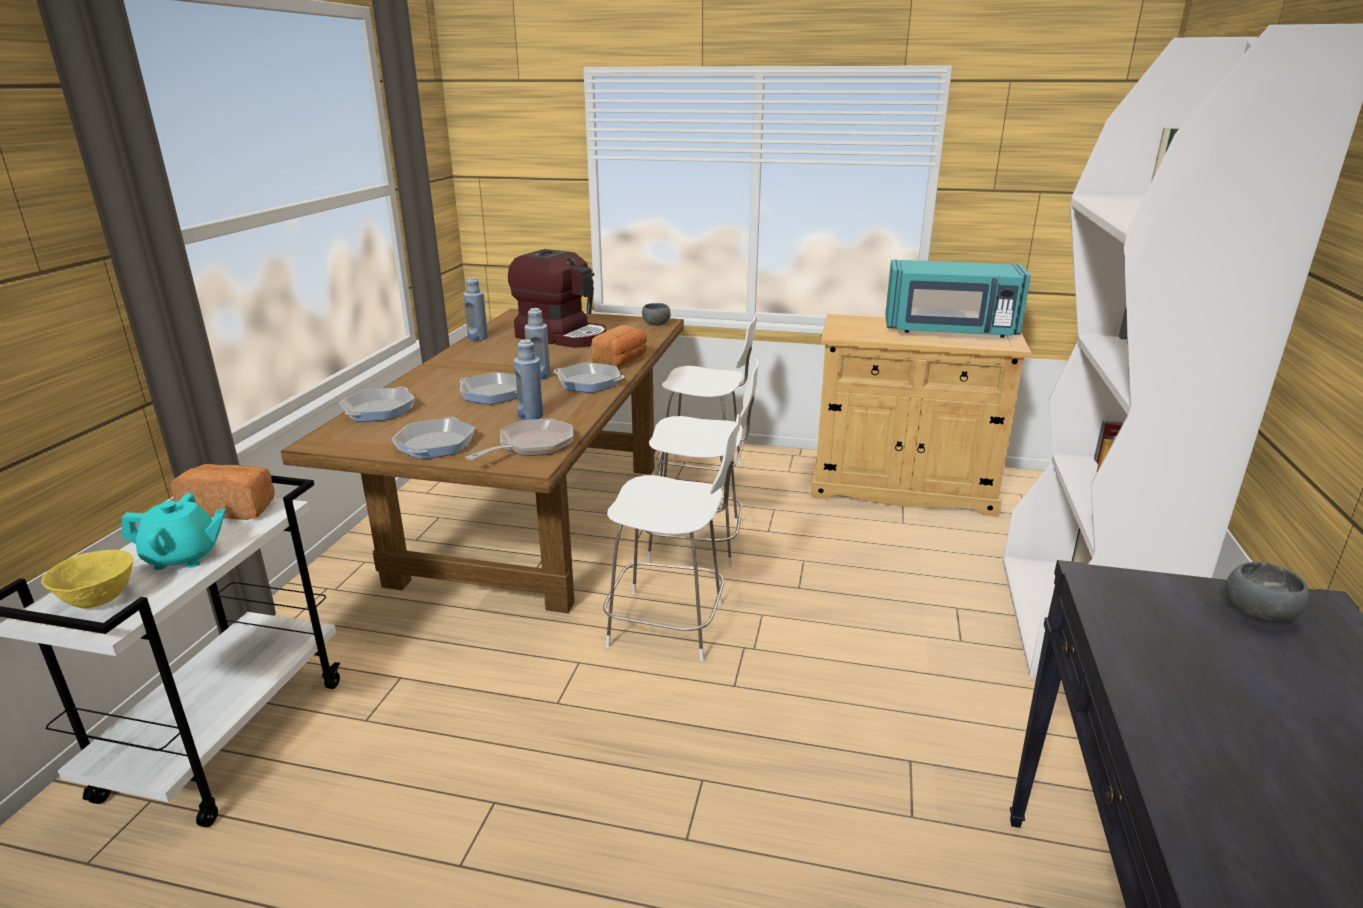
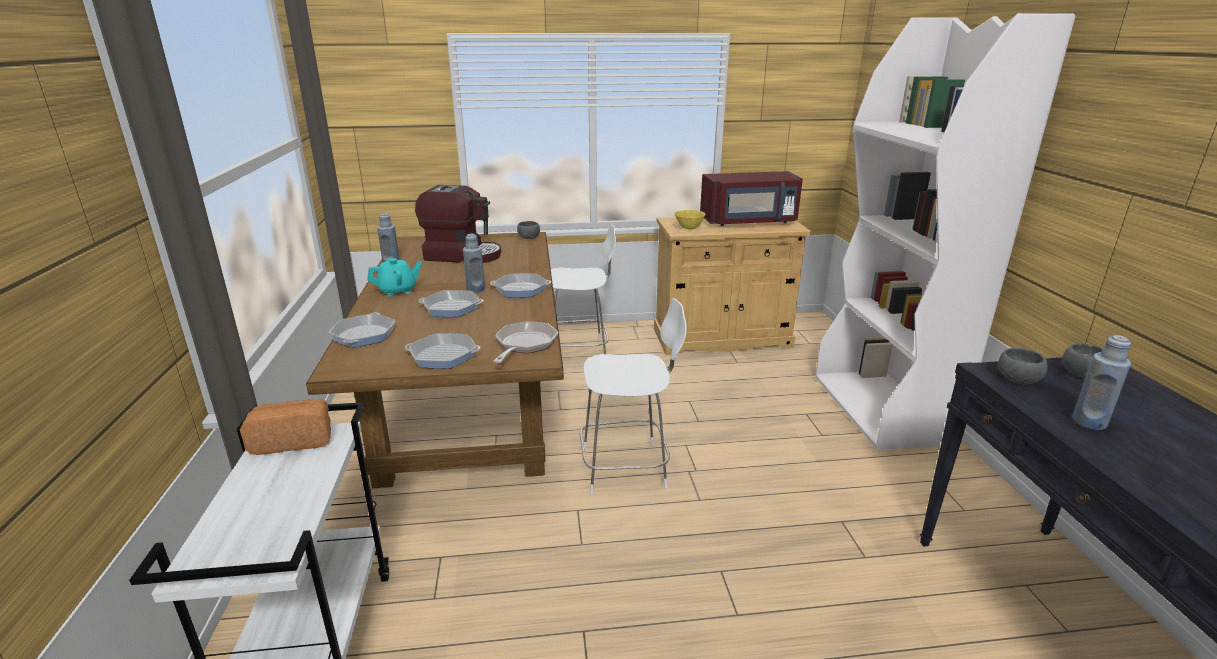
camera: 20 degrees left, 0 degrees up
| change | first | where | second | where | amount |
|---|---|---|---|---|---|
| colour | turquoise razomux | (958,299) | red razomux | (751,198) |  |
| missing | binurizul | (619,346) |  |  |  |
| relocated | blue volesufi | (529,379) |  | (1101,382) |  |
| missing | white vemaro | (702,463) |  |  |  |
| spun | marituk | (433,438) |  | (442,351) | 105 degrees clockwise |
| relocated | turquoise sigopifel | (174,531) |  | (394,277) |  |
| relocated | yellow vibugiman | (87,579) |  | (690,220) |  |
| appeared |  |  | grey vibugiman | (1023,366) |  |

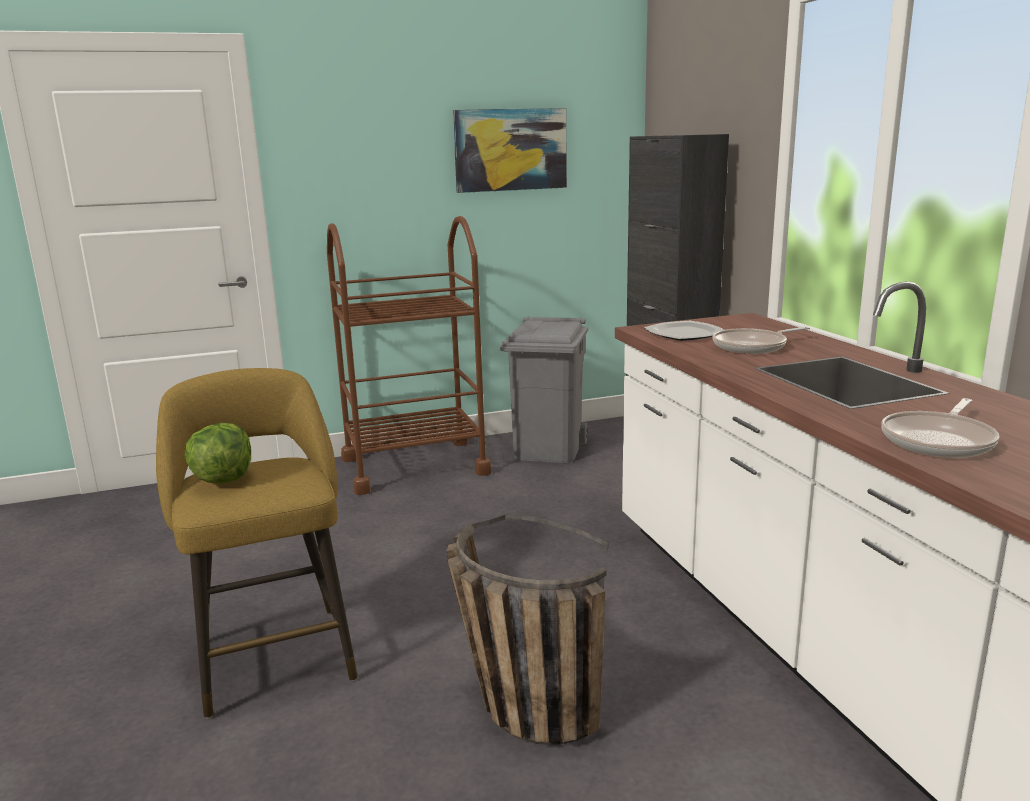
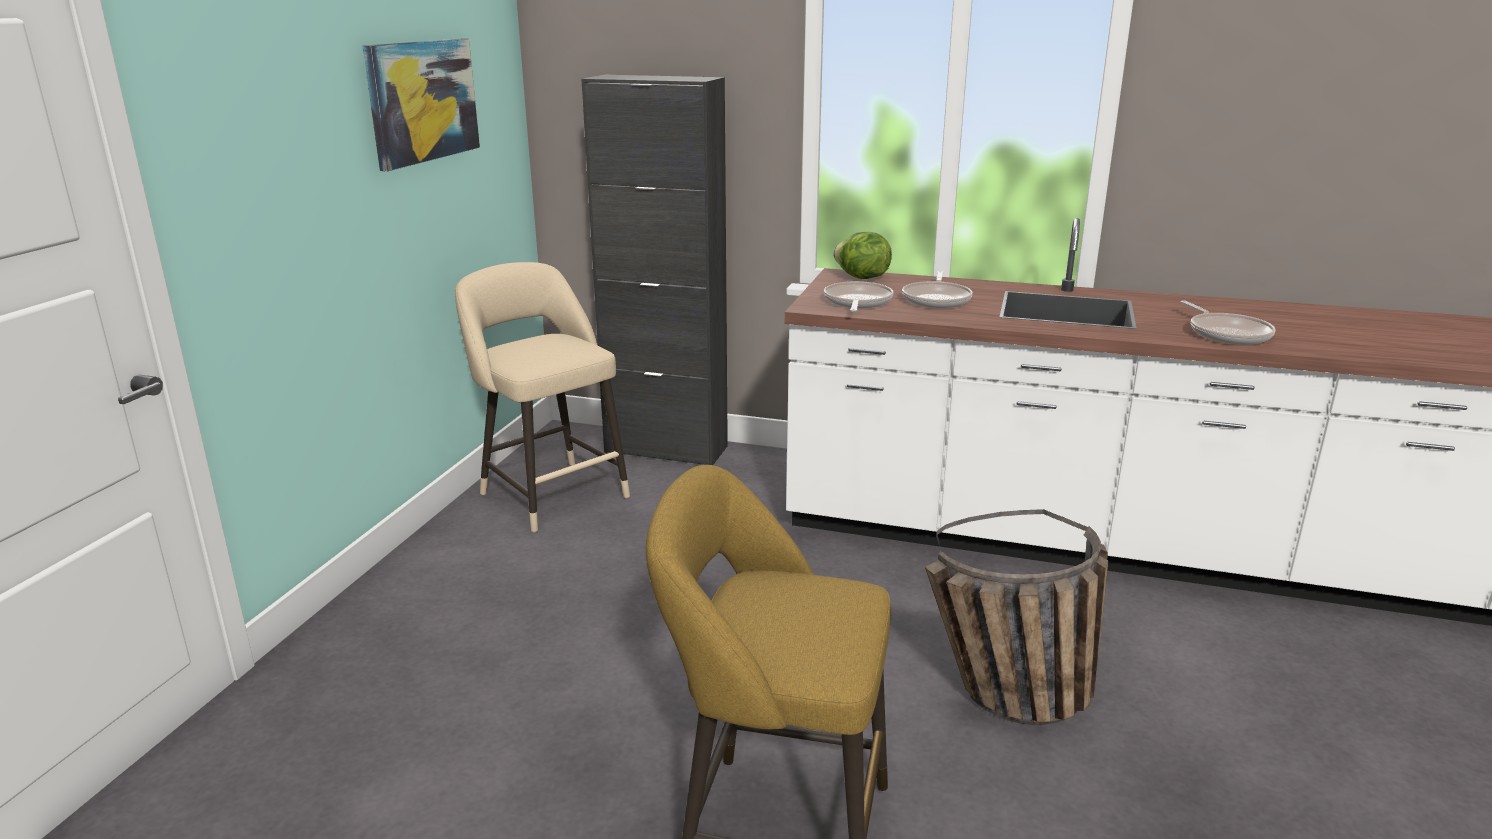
camera: 55 degrees left, 5 degrees up
| change | first | where | second | where | amount |
|---|---|---|---|---|---|
| missing | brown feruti | (409,355) |  |  |  |
| exchanged | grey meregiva | (544,389) | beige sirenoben | (542,397) |  |
| exchanged | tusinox | (684,331) | marituk | (859,296) |  |
| relocated | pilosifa | (217,453) |  | (862,255) |  |

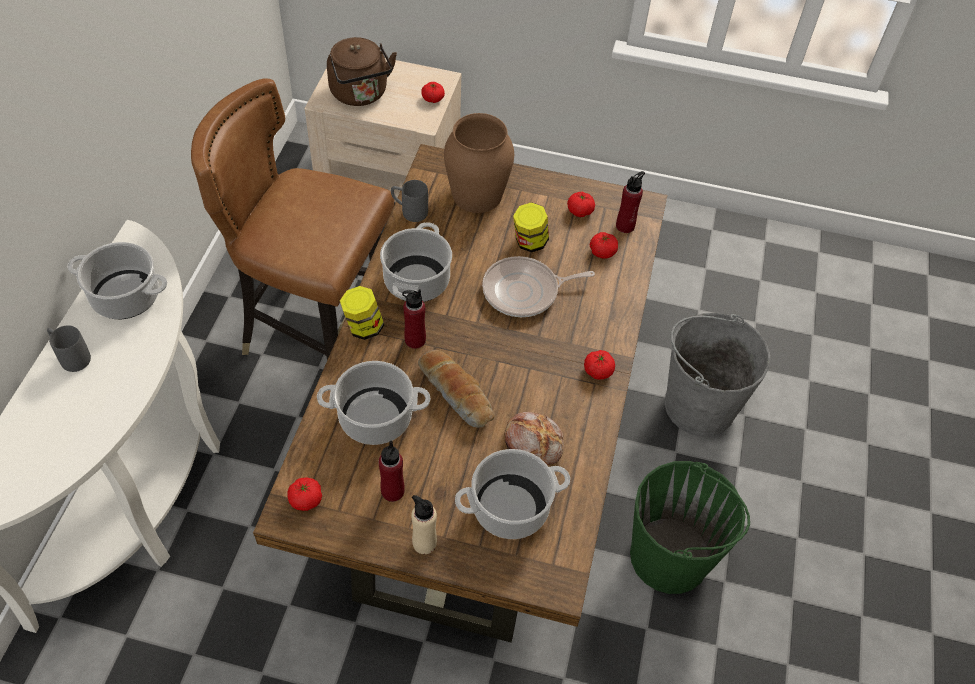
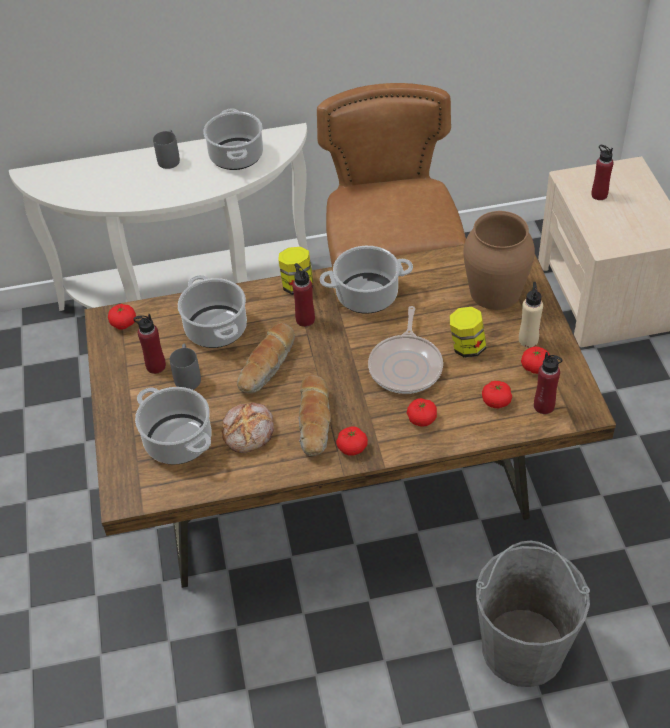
camera: 70 degrees right, 5 degrees down
| change | first | where | second | where | amount |
|---|---|---|---|---|---|
| exchanged | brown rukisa | (362,71) | red volesufi | (602,172) |  |
| relocated | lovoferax | (433,92) |  | (422,412) |  |
| relocated | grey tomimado | (409,201) |  | (185,367) |  |
| spun | marituk | (538,286) |  | (405,350) | 135 degrees counterclockwise |
| missing | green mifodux | (690,527) |  |  |  |
| relocated | beige volesufi | (424,524) |  | (531,314) |  |
| appeared |  |  | binurizul | (315,415) |  |

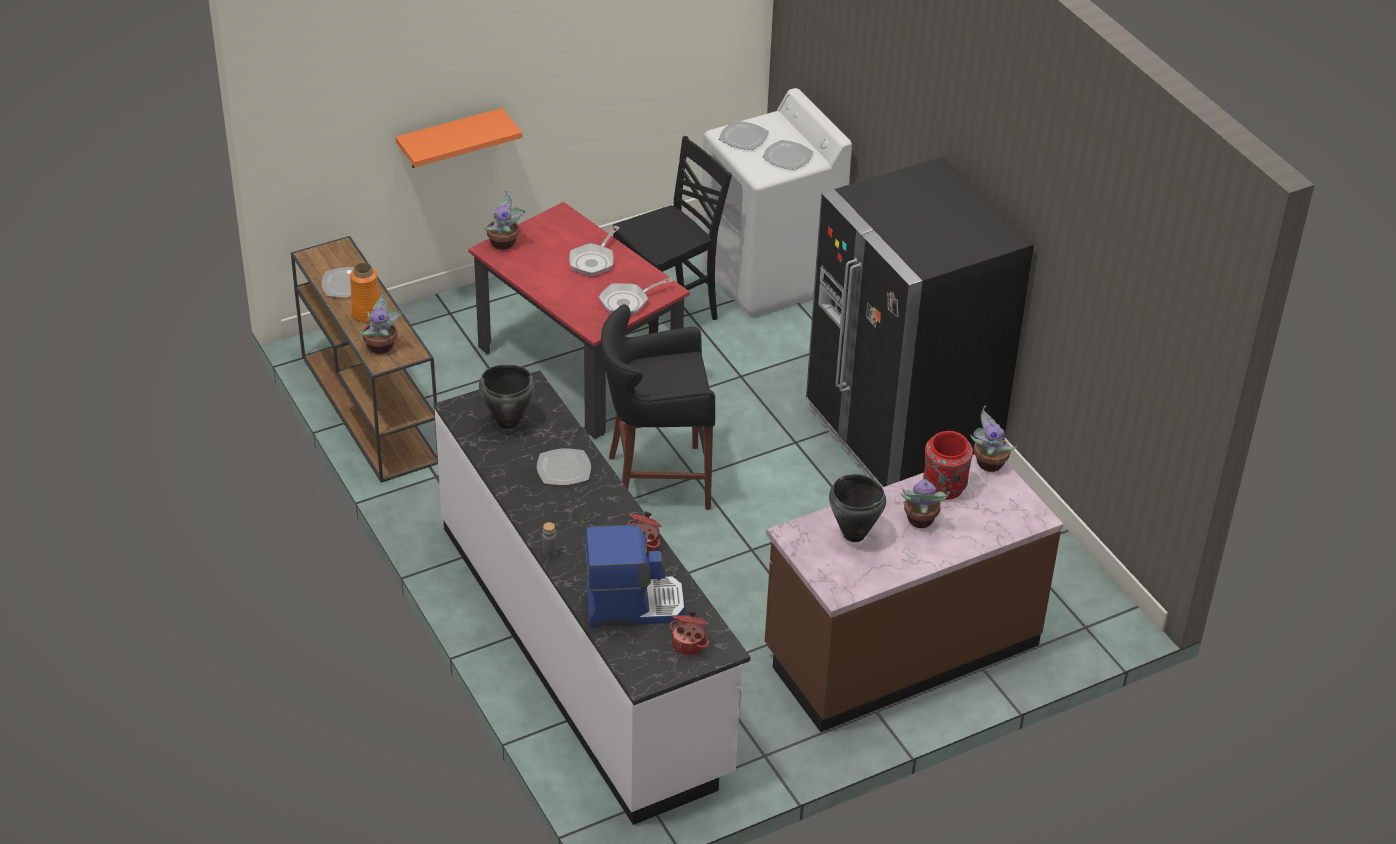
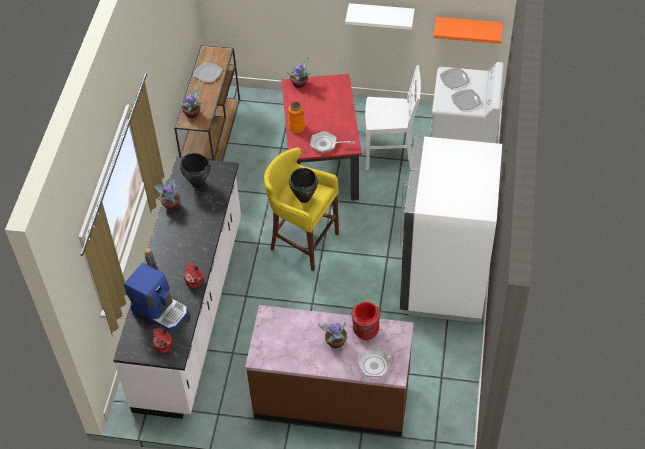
camera: 40 degrees right, 10 degrees up
| change | first | where | second | where | amount |
|---|---|---|---|---|---|
| relocated | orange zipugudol | (458,138) |  | (468,30) |  |
| colour | black vemaro | (672,235) | white vemaro | (393,118) |  |
| colour | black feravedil | (920,322) | white feravedil | (451,229) |  |
| relocated | marituk | (594,251) |  | (382,361) |  |
| relocated | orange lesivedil | (365,292) |  | (296,117) |  |
| colour | black sirenoben | (658,407) | yellow sirenoben | (301,209) |  |
| relocated | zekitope | (993,439) |  | (166,192) |  |
| missing | tusinox | (564,466) |  |  |  |
| relocated | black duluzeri | (857,508) |  | (303,185) |  |
| appeared |  |  | white zipugudol | (380,16) |  |

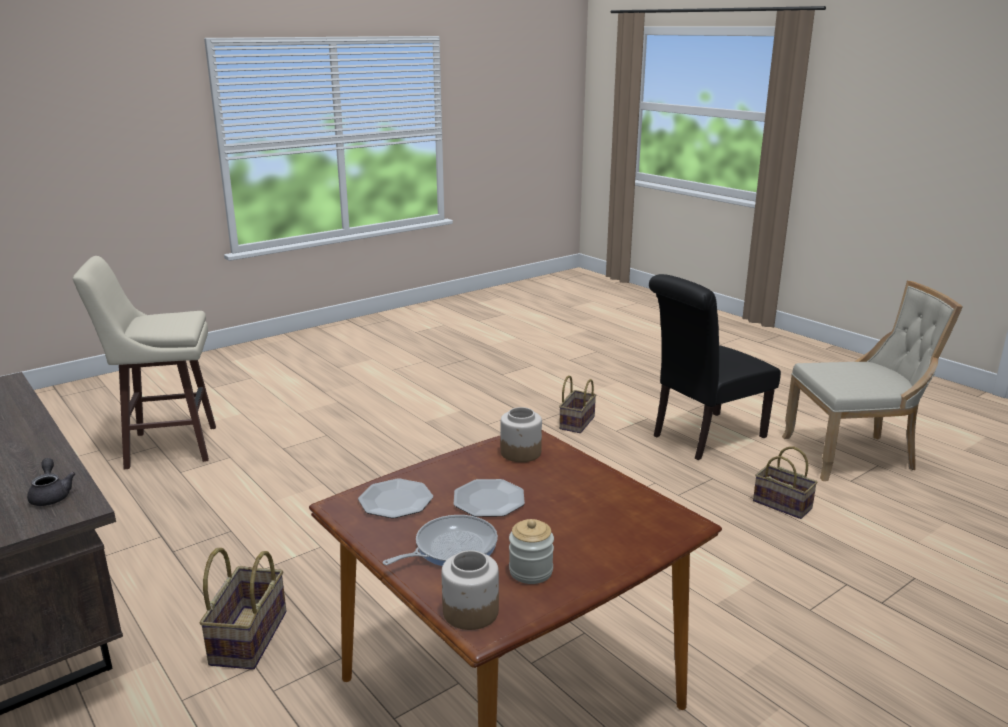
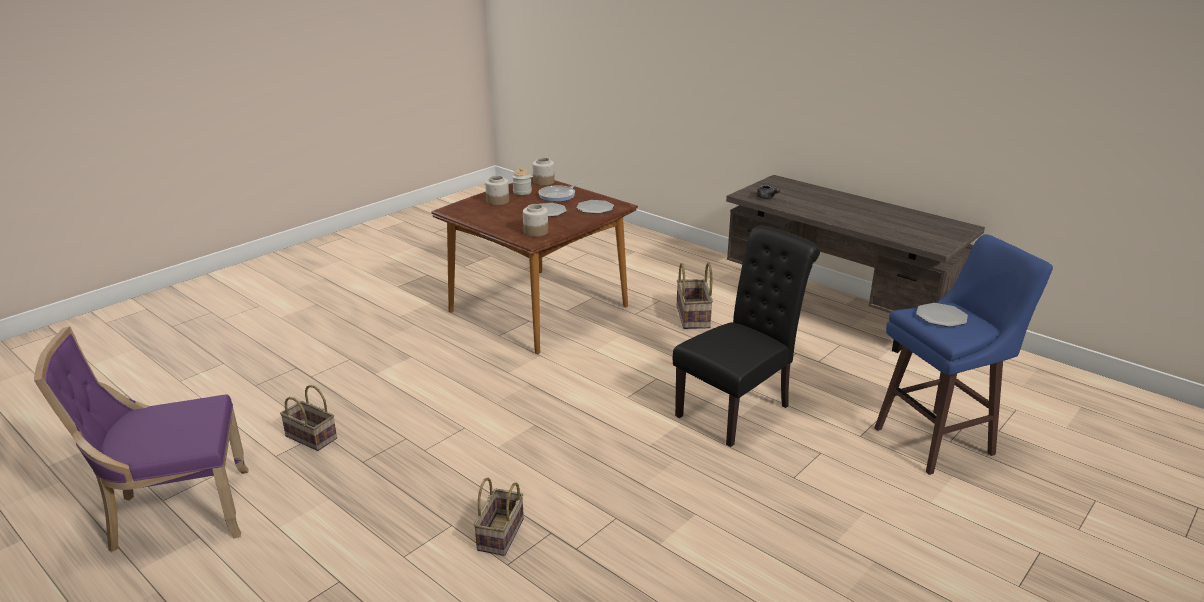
camera: 170 degrees right, 5 degrees up
| change | first | where | second | where | amount |
|---|---|---|---|---|---|
| colour | beige sirenoben | (144,362) | blue sirenoben | (963,354) |  |
| relocated | black vemaro | (715,367) |  | (746,336) |  |
| colour | beige vemaro | (872,381) | purple vemaro | (141,439) |  |
| appeared |  |  | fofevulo | (497,190) |  |
| appeared |  |  | tusinox | (942,315) |  |

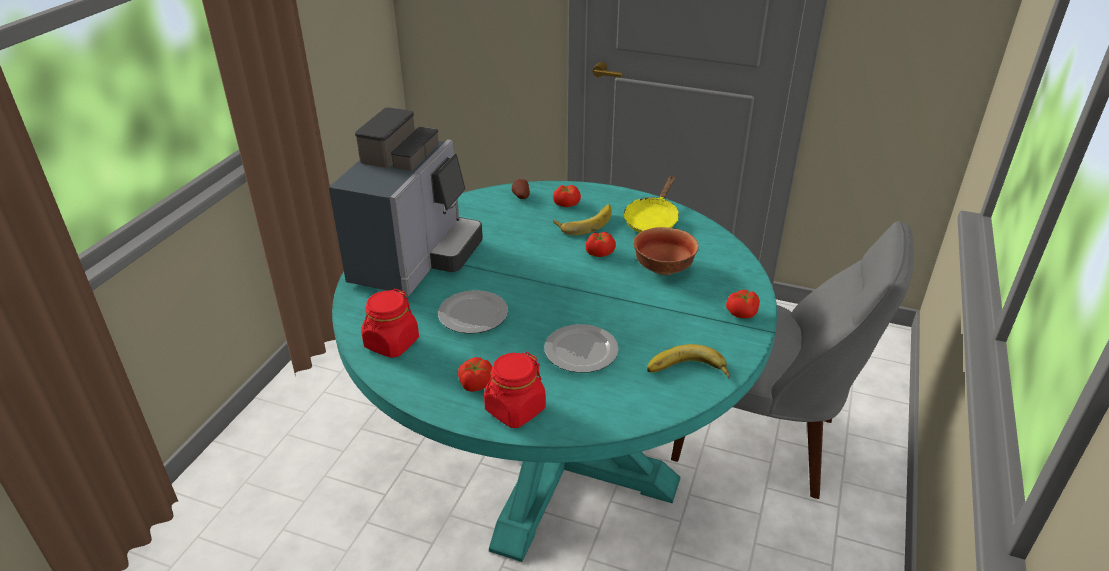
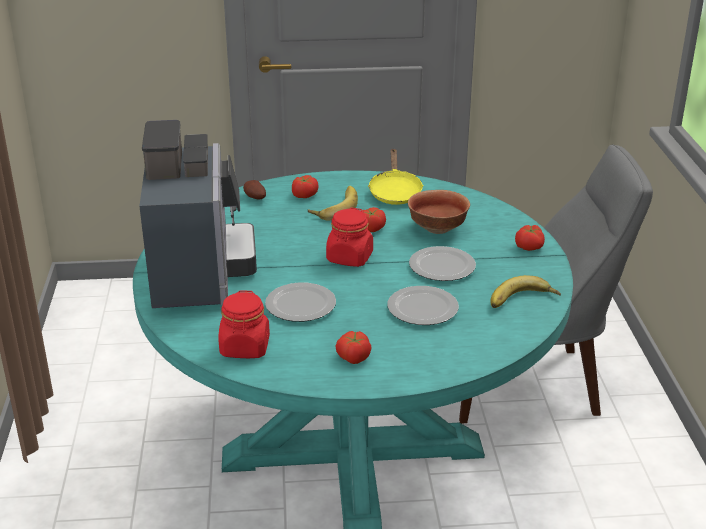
camera: 25 degrees left, 5 degrees down
| change | first | where | second | where | amount |
|---|---|---|---|---|---|
| relocated | red fofevulo | (515,390) |  | (349,237) |  |
| appeared |  |  | tusinox | (442,263) |  |

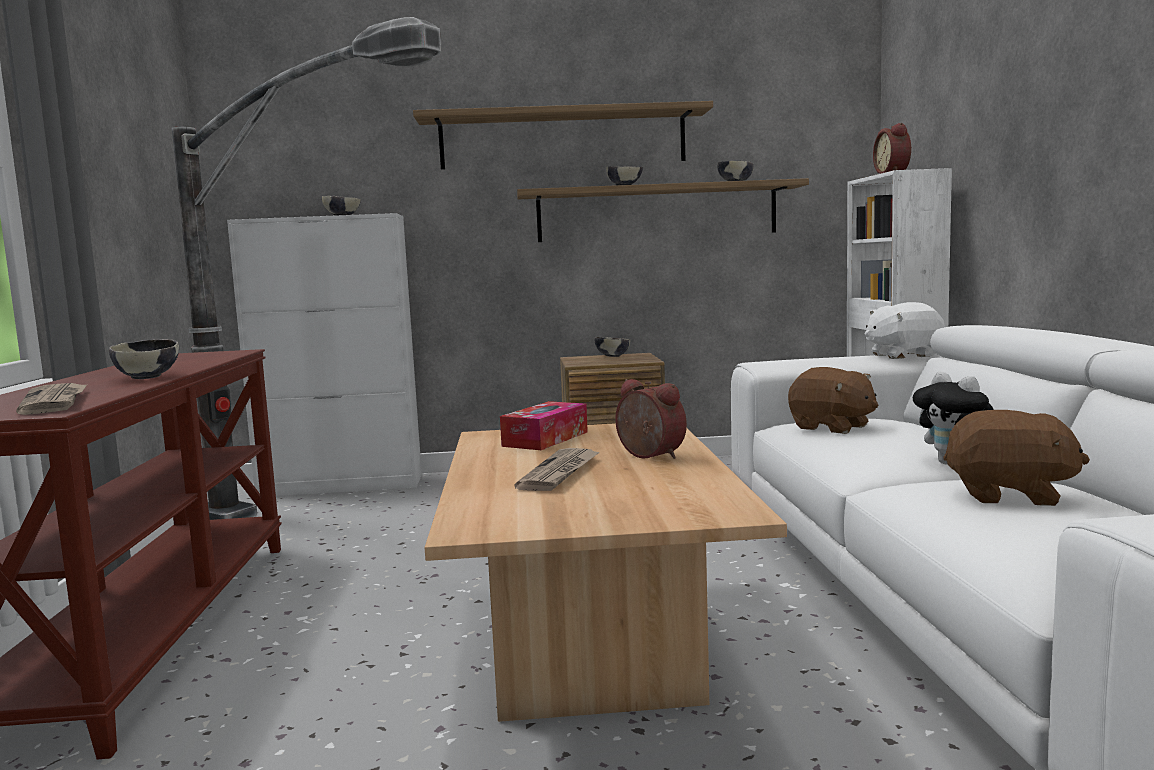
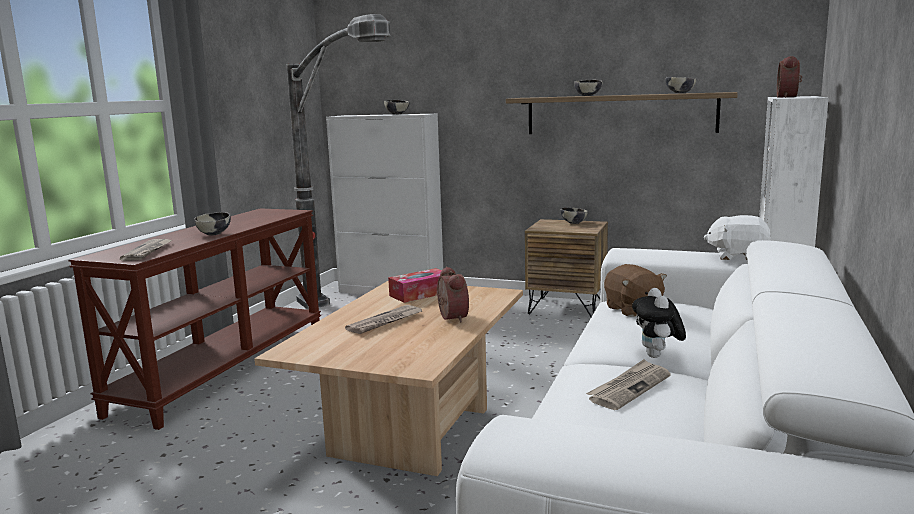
camera: 25 degrees right, 5 degrees up
| change | first | where | second | where | amount |
|---|---|---|---|---|---|
| missing | zipugudol | (563,135) |  |  |  |
| exchanged | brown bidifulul | (1016,458) | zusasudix | (628,384) |  |

